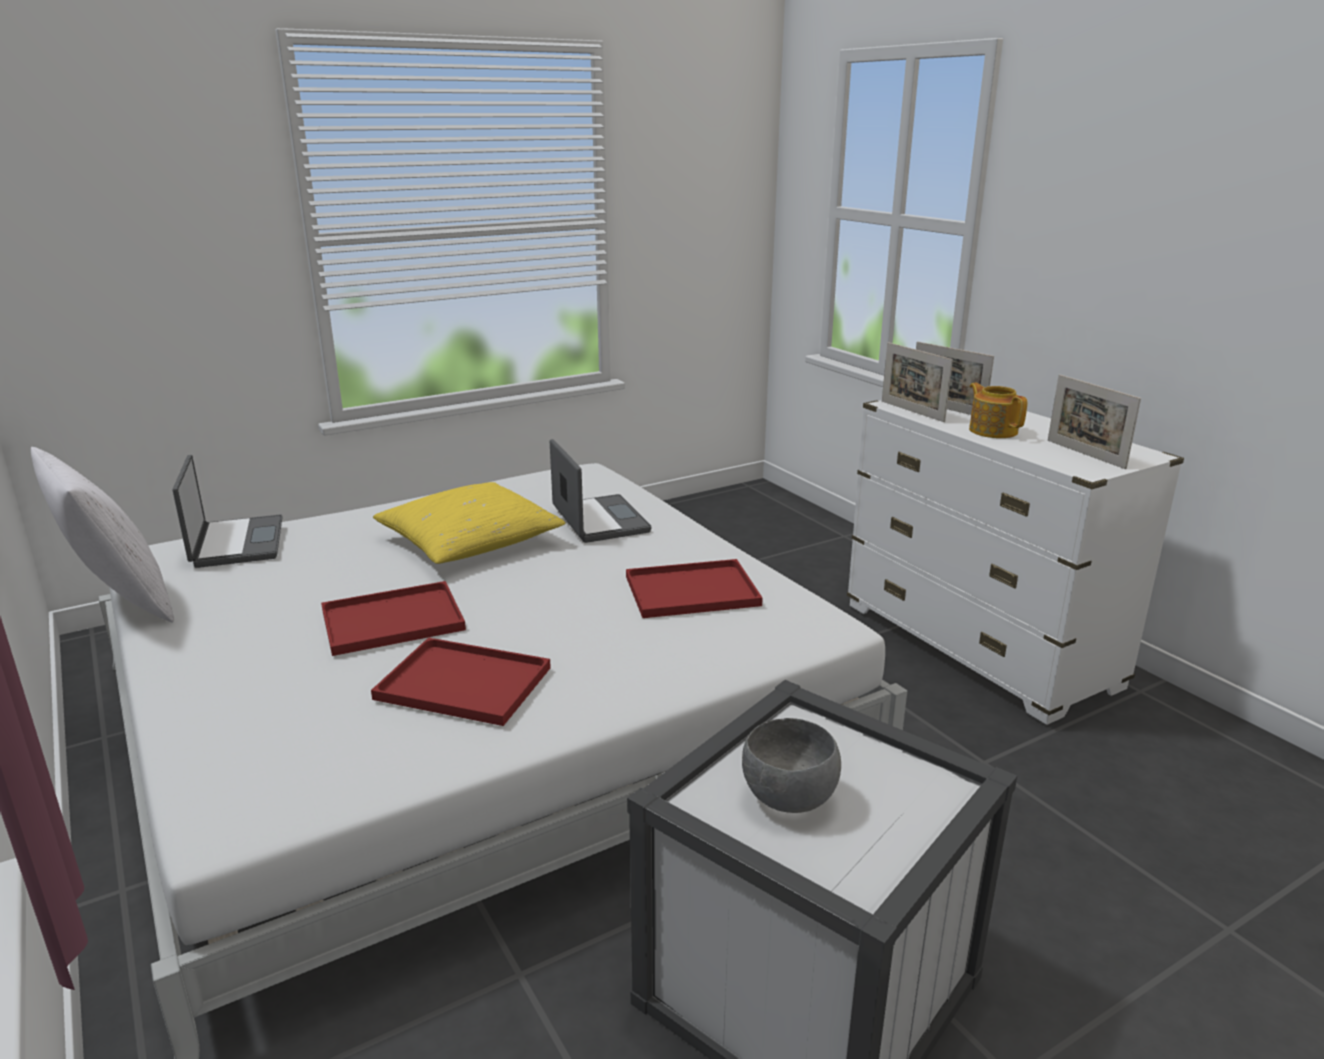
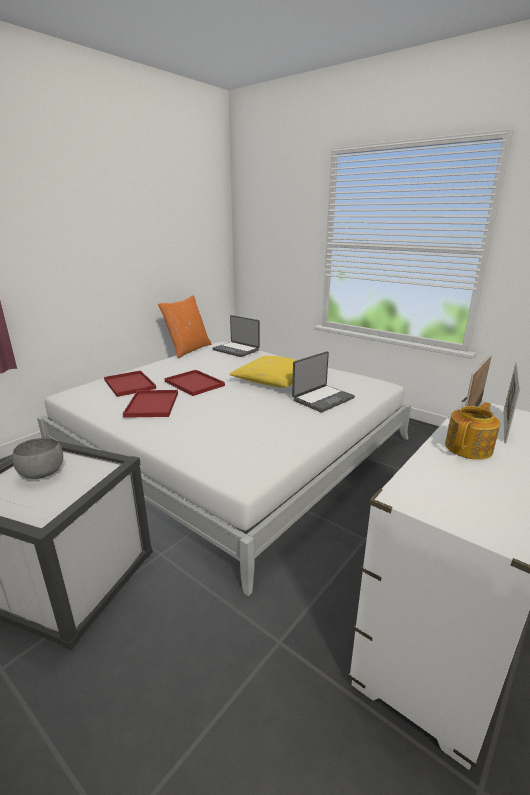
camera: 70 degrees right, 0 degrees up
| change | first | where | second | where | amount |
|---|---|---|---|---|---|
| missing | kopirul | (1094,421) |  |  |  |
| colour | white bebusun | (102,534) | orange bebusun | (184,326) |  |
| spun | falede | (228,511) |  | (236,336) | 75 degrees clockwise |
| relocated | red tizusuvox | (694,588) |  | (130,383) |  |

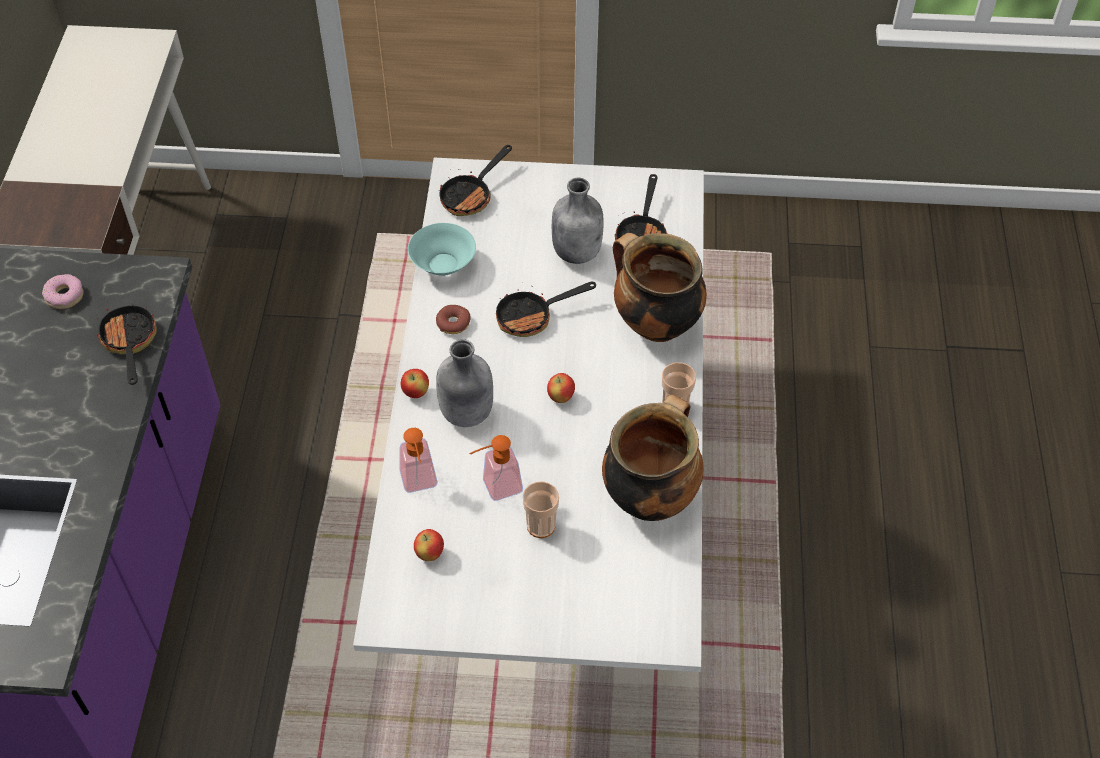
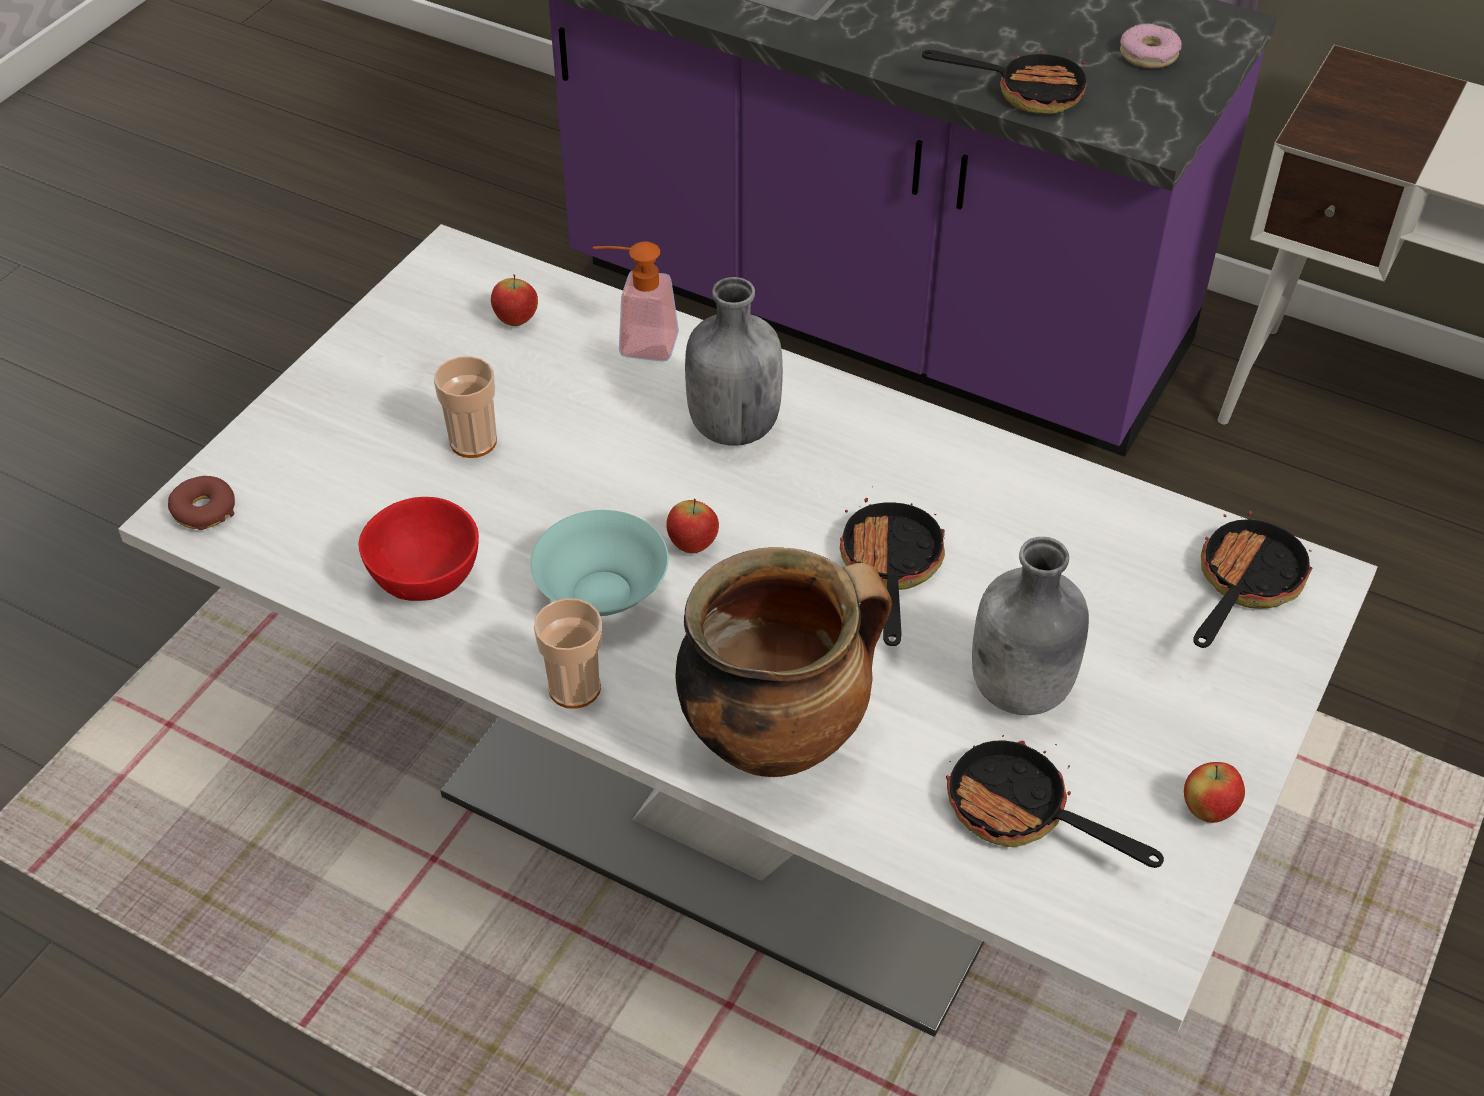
camera: 115 degrees right, 5 degrees down
| change | first | where | second | where | amount |
|---|---|---|---|---|---|
| spun | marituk | (475,180) |  | (1252,579) | 60 degrees clockwise |
| relocated | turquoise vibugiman | (442,249) |  | (599,563) |  |
| relocated | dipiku | (453,319) |  | (201,503) |  |
| relocated | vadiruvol | (415,383) |  | (1214,792) |  |
| exchanged | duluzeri | (653,457) | red vibugiman | (418,549) |  |
| missing | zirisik | (496,468) |  |  |  |

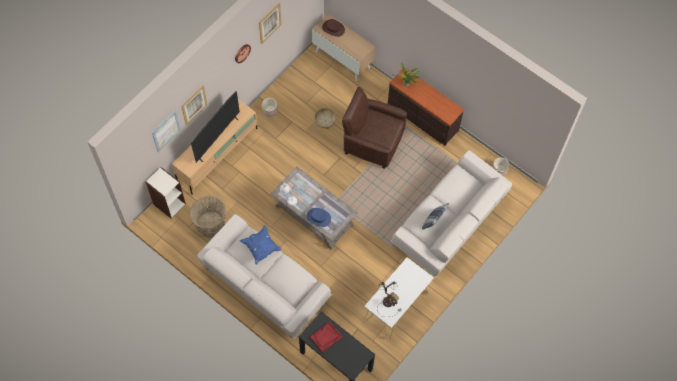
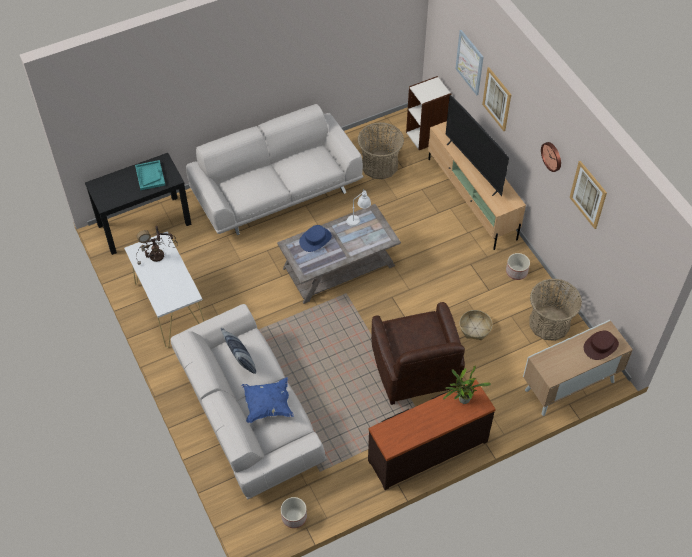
camera: 115 degrees right, 10 degrees down
| change | first | where | second | where | amount |
|---|---|---|---|---|---|
| spun | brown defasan | (374,128) |  | (418,353) | 120 degrees clockwise |
| relocated | blue bebusun | (260,245) |  | (267,400) |  |
| colour | red tizusuvox | (326,337) | turquoise tizusuvox | (150,175) |  |
| appeared |  |  | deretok | (555,310) |  |

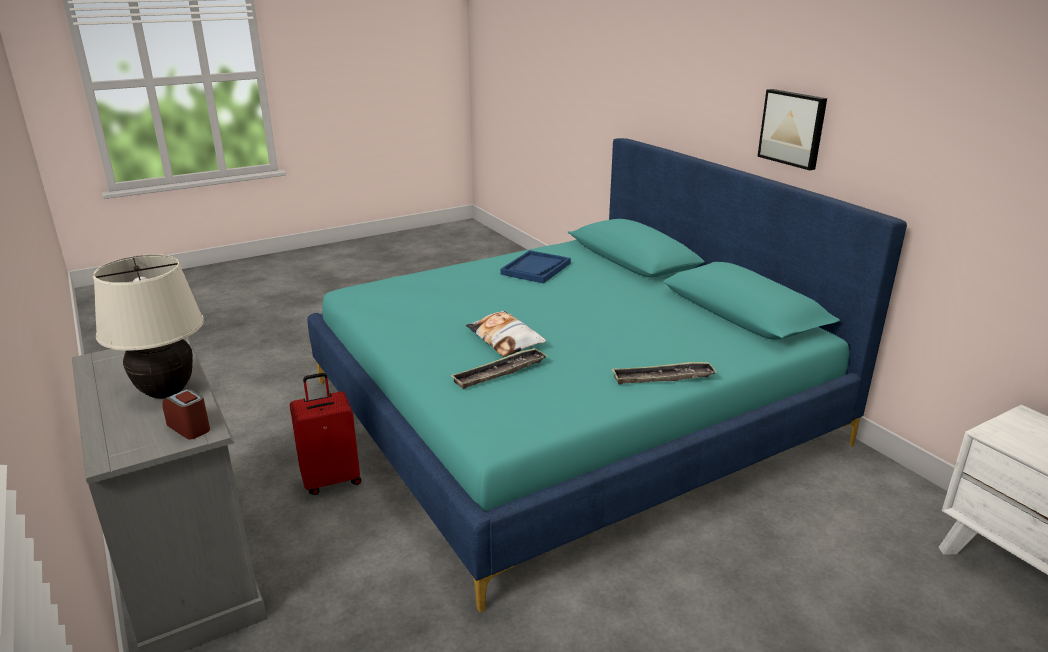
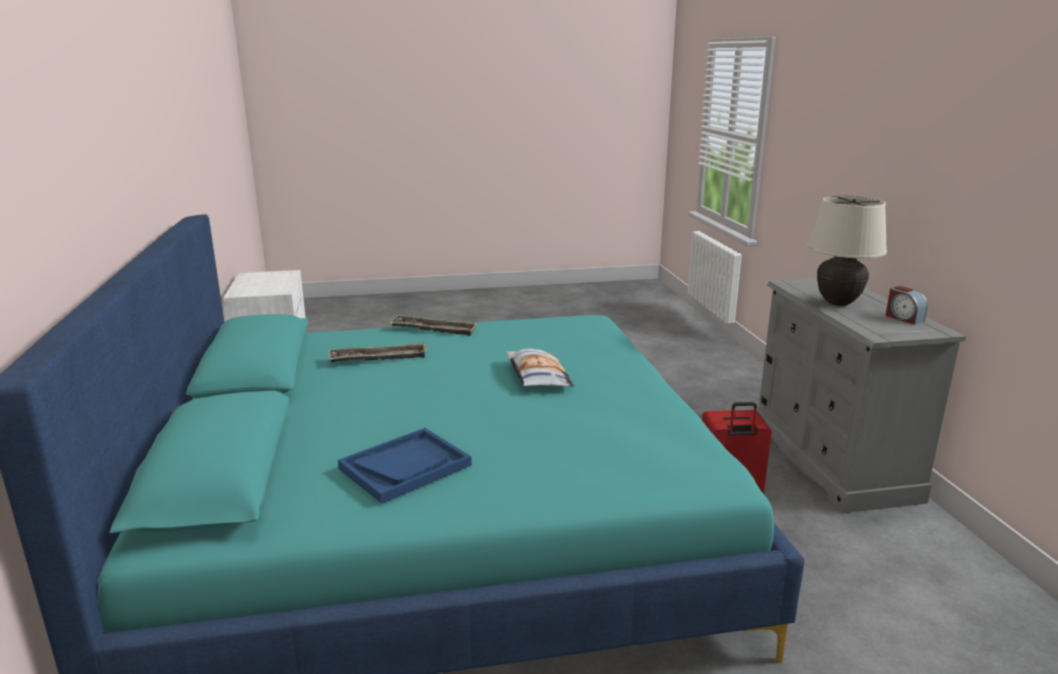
camera: 160 degrees left, 5 degrees down
| change | first | where | second | where | amount |
|---|---|---|---|---|---|
| missing | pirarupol | (792,129) |  |  |  |
| relocated | tizusuvox | (499,368) |  | (378,352) |  |
| relocated | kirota | (186,414) |  | (907,305) |  |

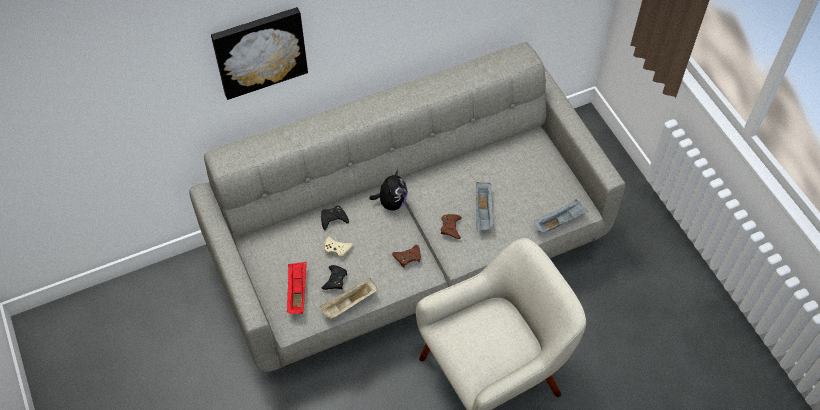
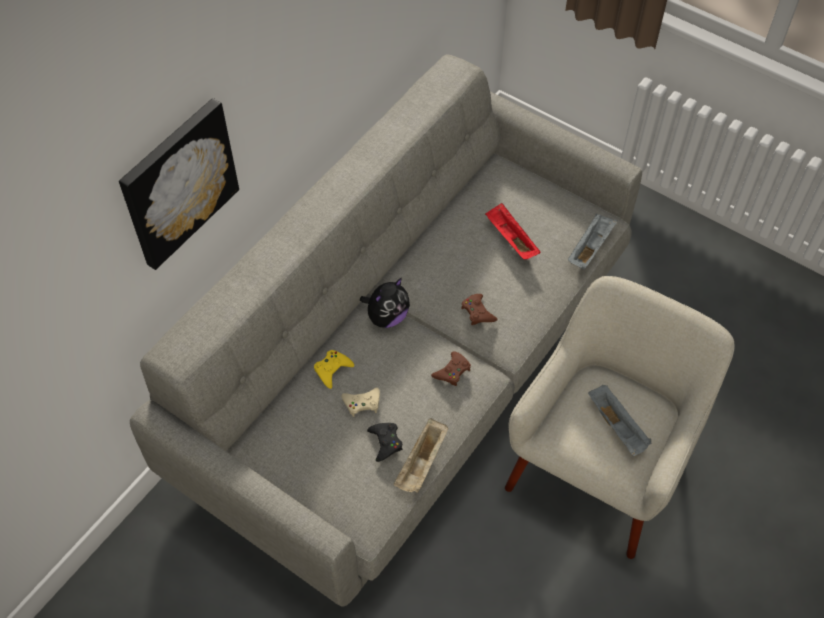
camera: 30 degrees left, 0 degrees up
| change | first | where | second | where | amount |
|---|---|---|---|---|---|
| spun | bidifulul | (388,190) |  | (385,303) | 60 degrees clockwise |
| relocated | grey tizusuvox | (485,206) |  | (619,420) |  |
| colour | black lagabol | (335,218) | yellow lagabol | (334,369) |  |
| relocated | red tizusuvox | (297,288) |  | (513,231) |  |

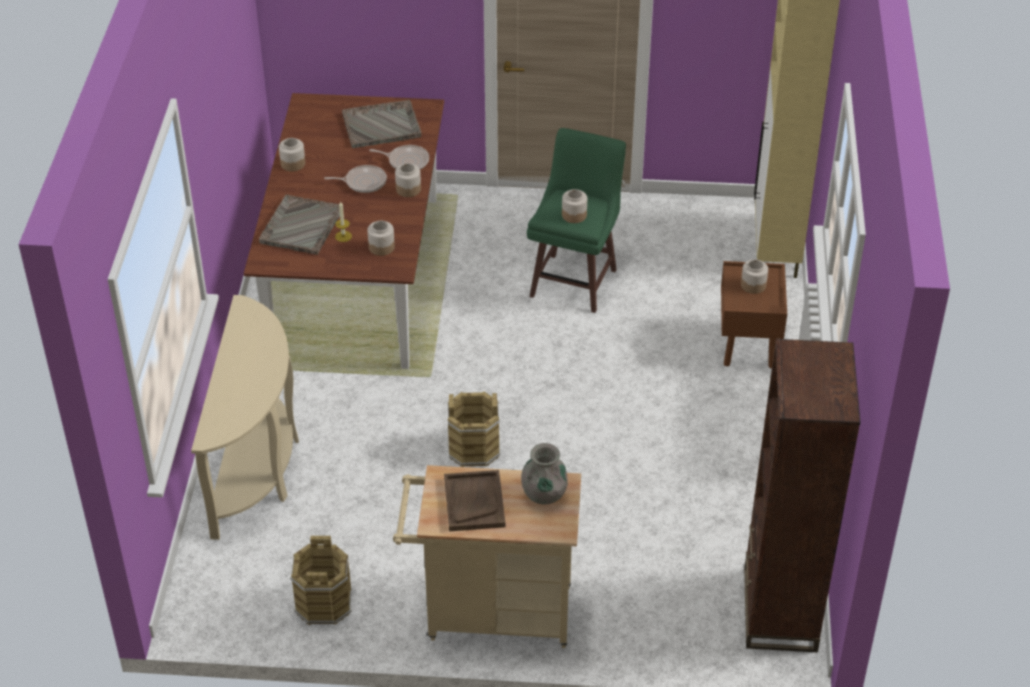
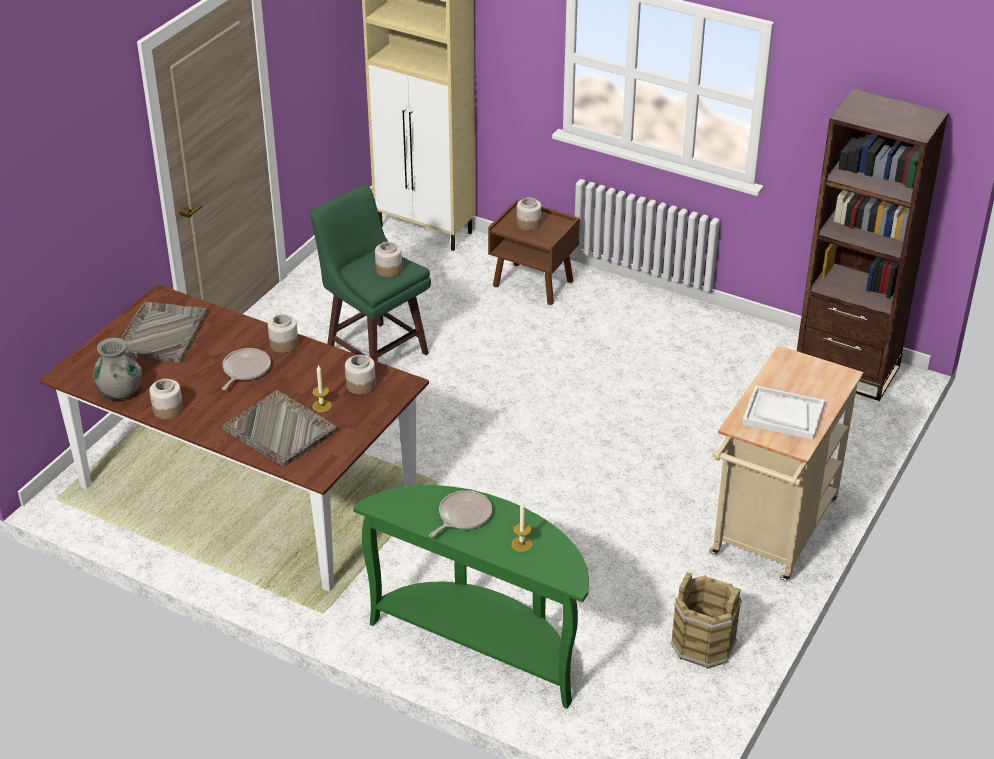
camera: 65 degrees left, 5 degrees down
| change | first | where | second | where | amount |
|---|---|---|---|---|---|
| relocated | marituk | (399,157) |  | (460,514) |  |
| colour | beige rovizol | (245,417) | green rovizol | (471,597) |  |
| missing | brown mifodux | (474,429) |  |  |  |
| relocated | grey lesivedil | (544,474) |  | (117,369) |  |
| colour | brown tizusuvox | (474,500) | white tizusuvox | (783,412) |  |
| appeared |  |  | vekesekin | (522,527) |  |

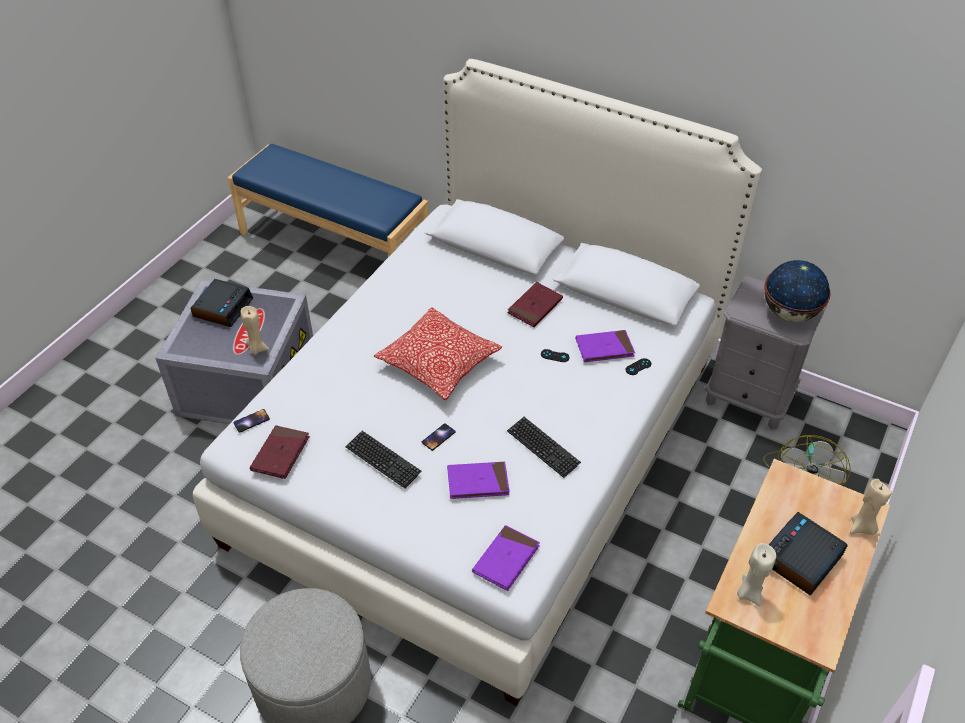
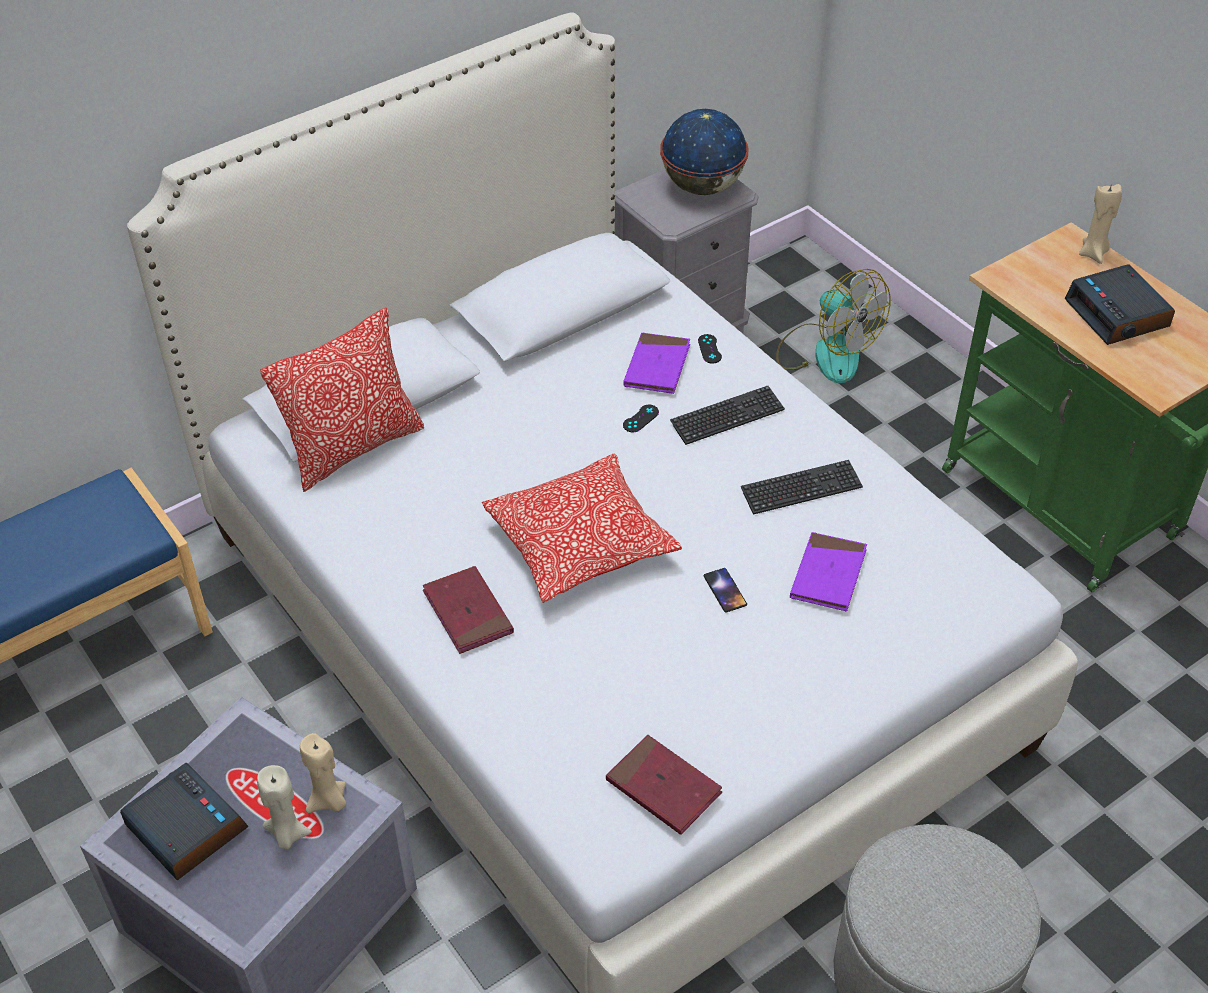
camera: 65 degrees left, 0 degrees up
| change | first | where | second | where | amount |
|---|---|---|---|---|---|
| relocated | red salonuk | (535,304) |  | (468,610) |  |
| missing | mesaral | (251,421) |  |  |  |
| relocated | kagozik | (383,459) |  | (727,415) |  |
| missing | purple salonuk | (506,558) |  |  |  |
| relocated | beige vekesekin | (756,574) |  | (284,807) |  |
| appeared |  |  | bebusun | (342,400) |  |

